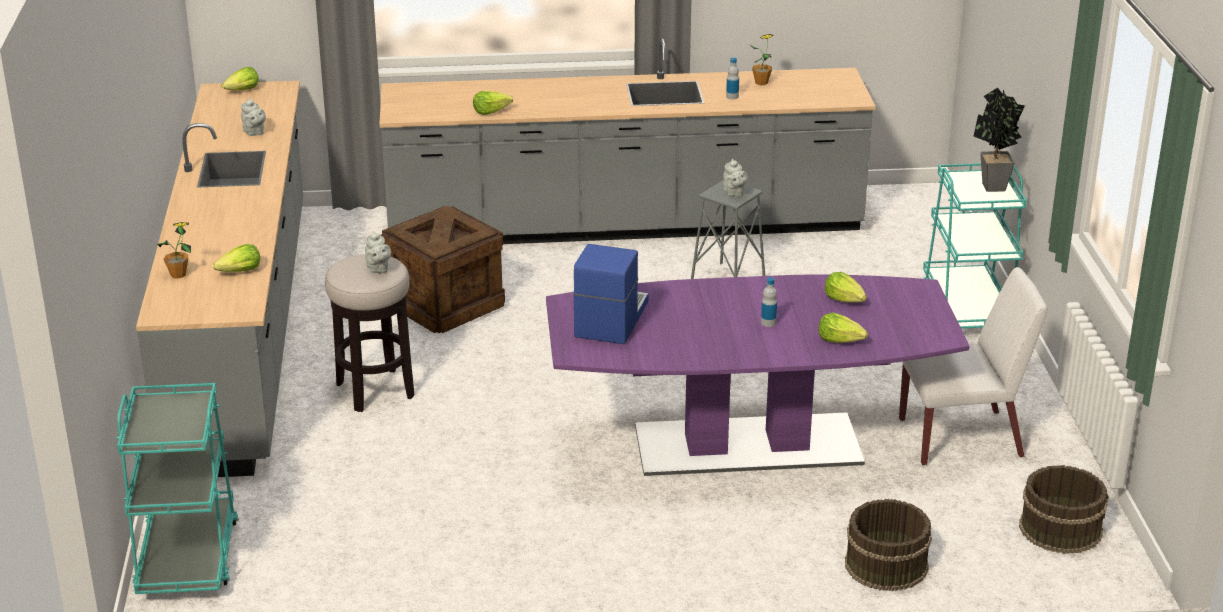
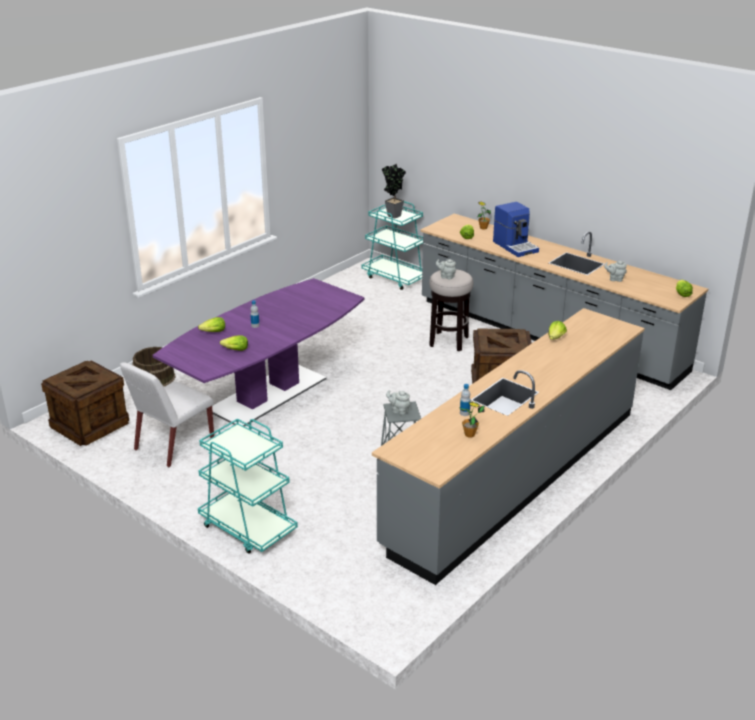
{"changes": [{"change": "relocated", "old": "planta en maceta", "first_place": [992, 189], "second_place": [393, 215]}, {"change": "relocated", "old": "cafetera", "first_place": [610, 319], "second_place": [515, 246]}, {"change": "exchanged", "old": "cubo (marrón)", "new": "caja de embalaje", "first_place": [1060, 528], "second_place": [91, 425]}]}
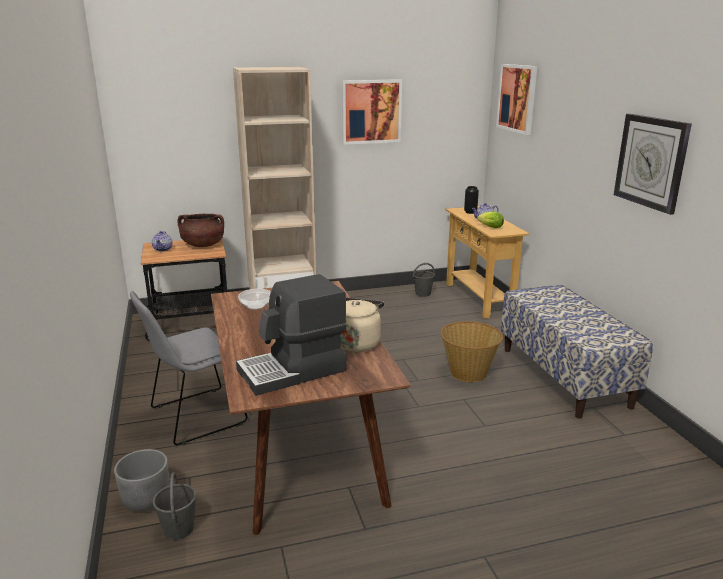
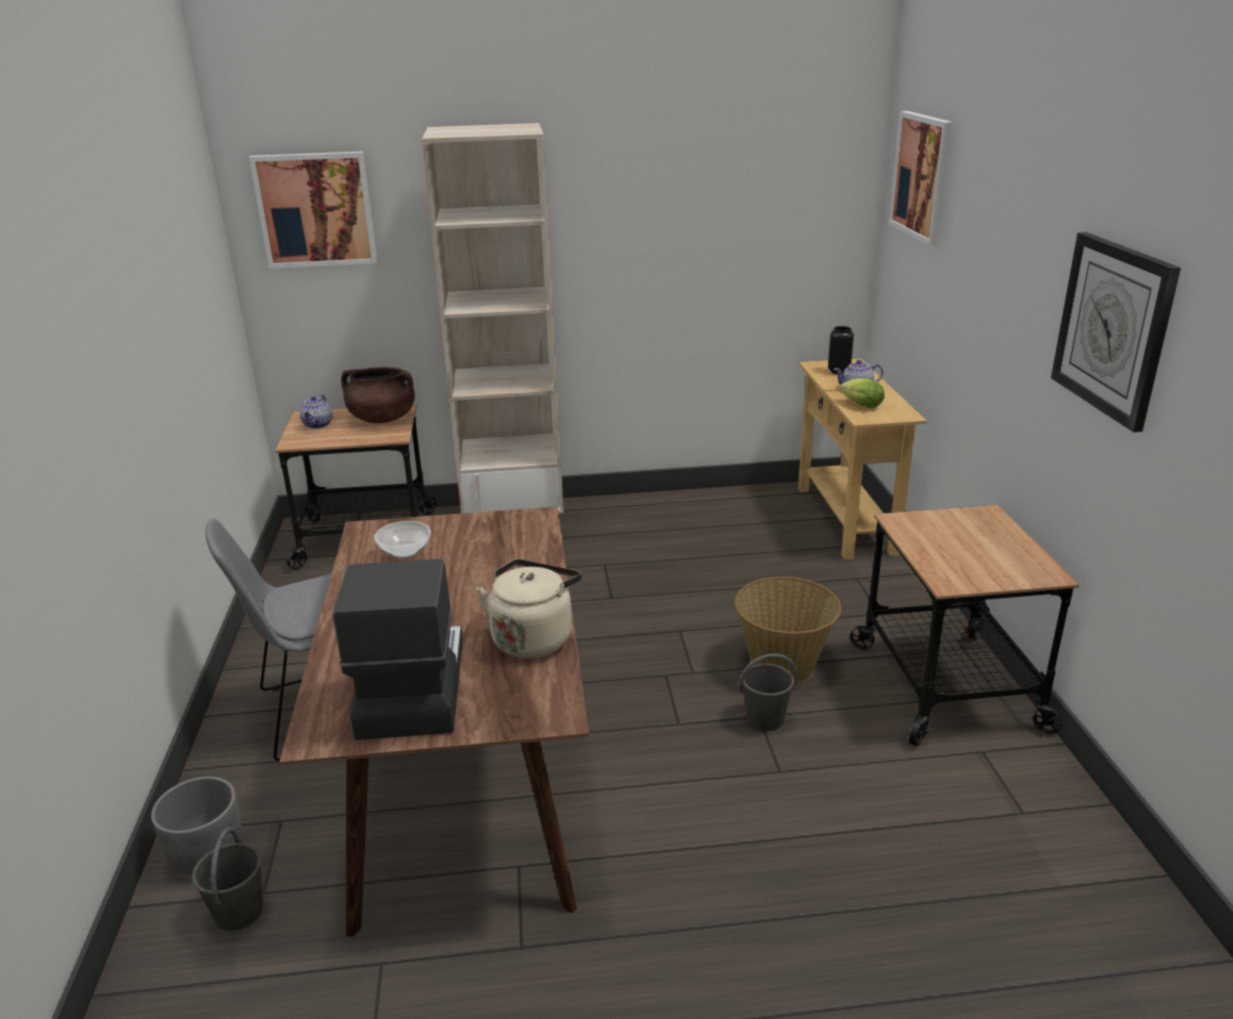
{"changes": [{"change": "relocated", "old": "cuadro", "first_place": [371, 111], "second_place": [315, 210]}, {"change": "relocated", "old": "cubo (gris)", "first_place": [422, 293], "second_place": [764, 719]}, {"change": "spun", "old": "cafetera", "first_place": [293, 371], "second_place": [410, 688], "degrees": 105}, {"change": "exchanged", "old": "banco", "new": "carrito", "first_place": [564, 376], "second_place": [949, 686]}]}
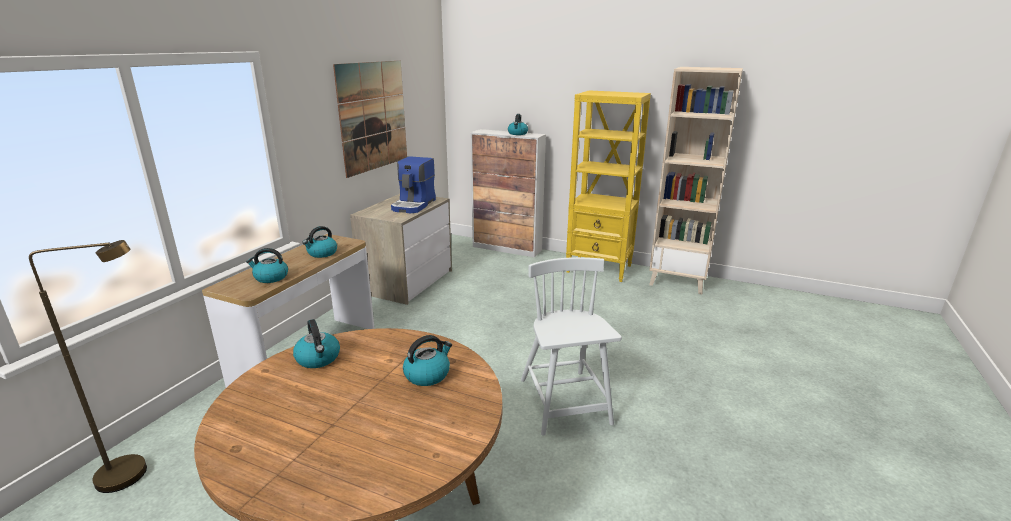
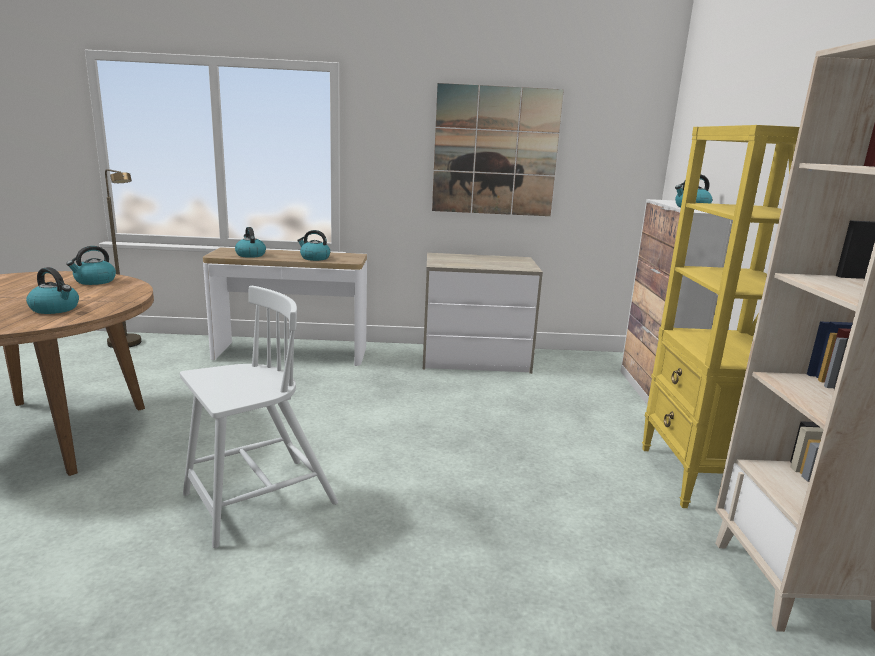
{"changes": [{"change": "missing", "old": "cafetera", "first_place": [414, 205]}]}
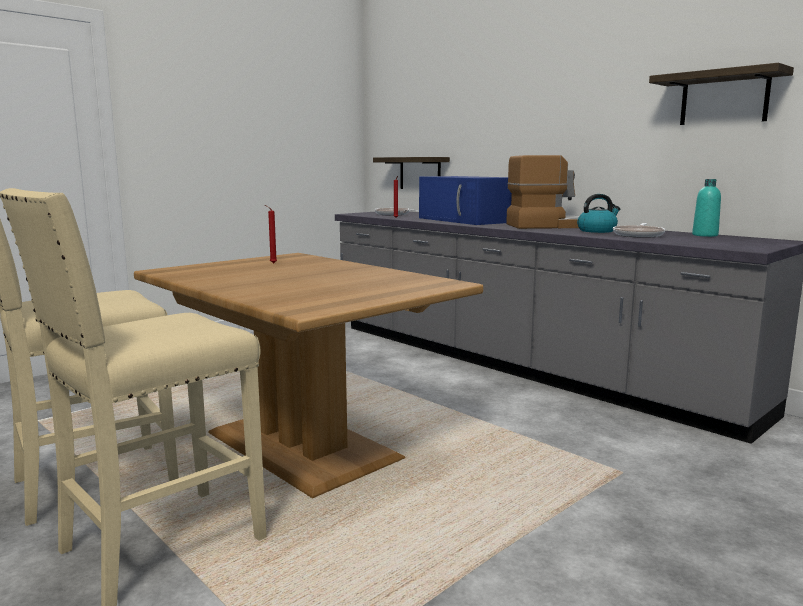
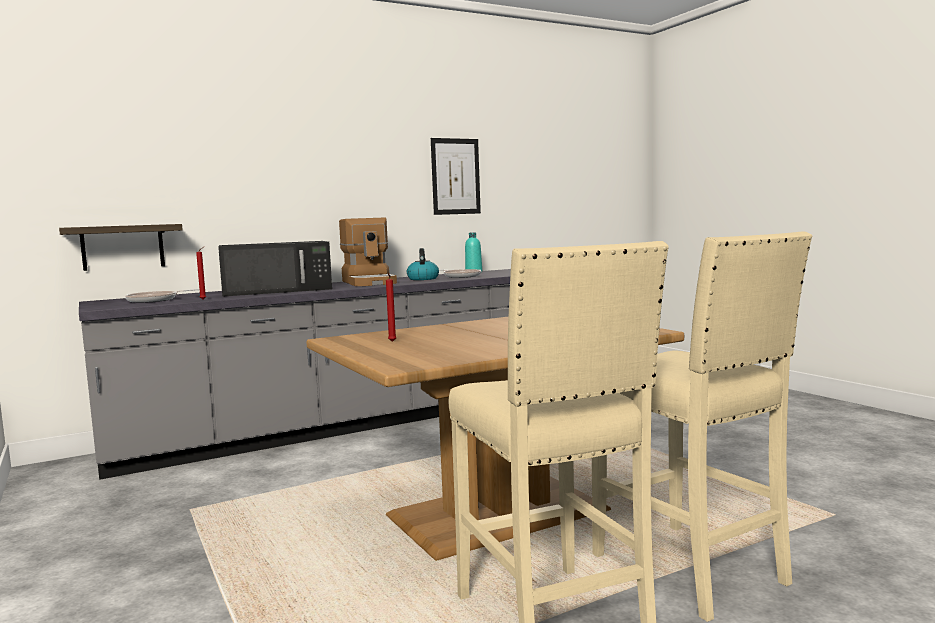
{"changes": [{"change": "exchanged", "old": "estante", "new": "cuadro", "first_place": [724, 98], "second_place": [455, 176]}, {"change": "spun", "old": "cafetera", "first_place": [547, 226], "second_place": [370, 282], "degrees": 150}, {"change": "colour", "old": "microondas (azul)", "new": "microondas (negro)", "first_place": [466, 220], "second_place": [278, 290]}]}
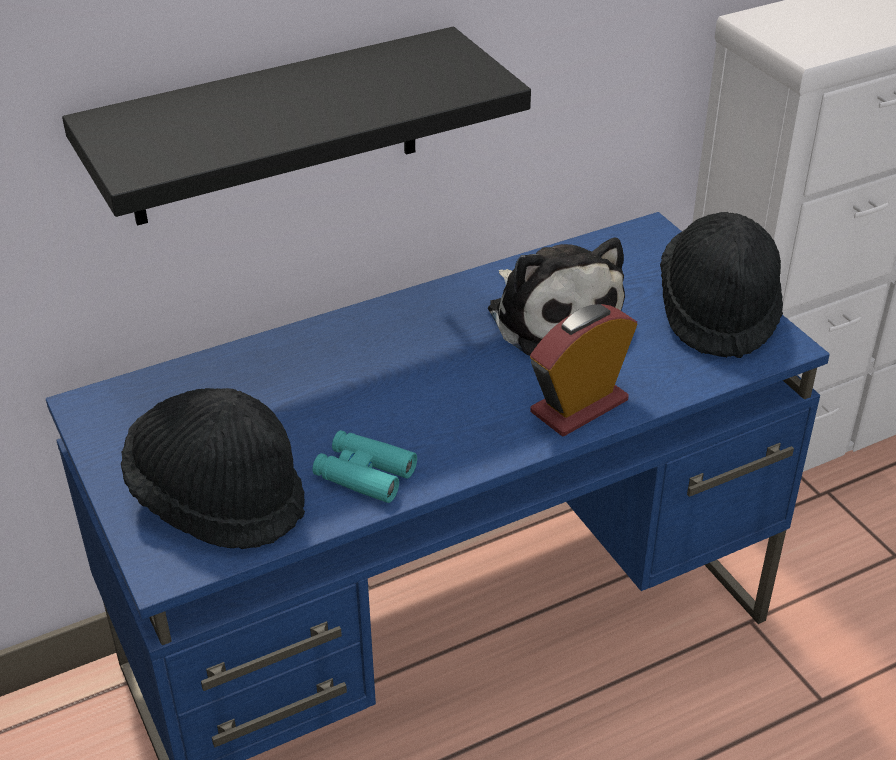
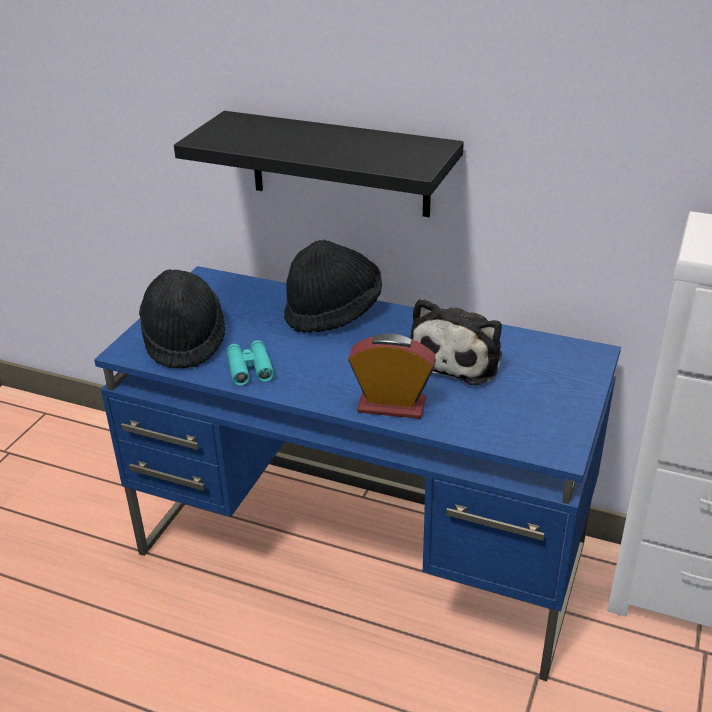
{"changes": [{"change": "relocated", "old": "sombrero (negro)", "first_place": [718, 312], "second_place": [333, 312]}]}
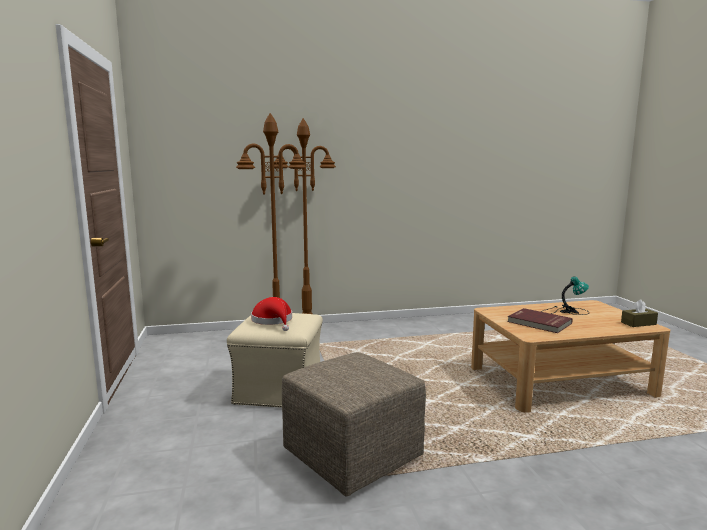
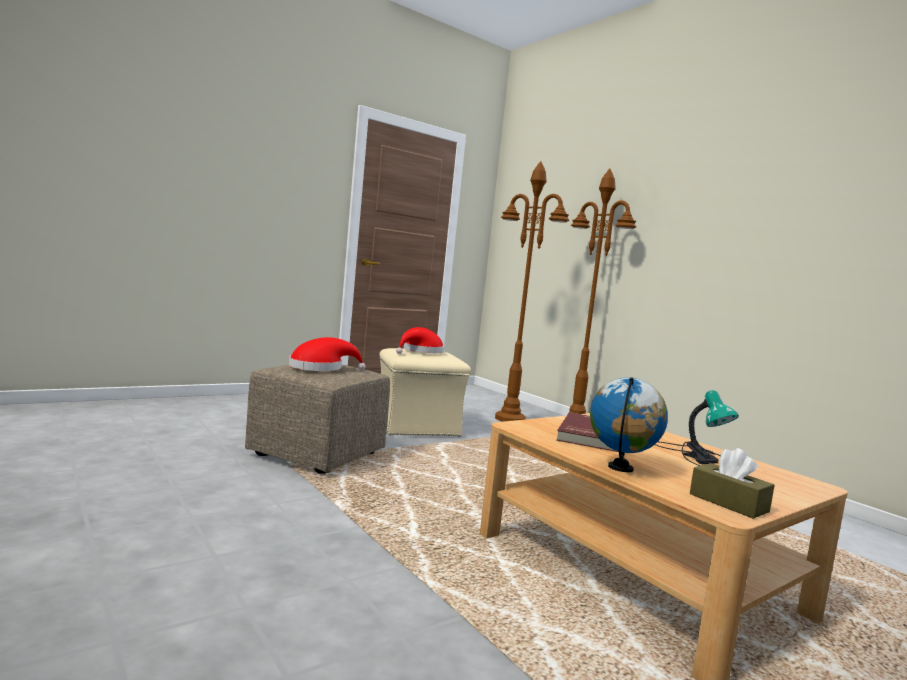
{"changes": [{"change": "appeared", "new": "sombrero (rojo)", "second_place": [320, 368]}, {"change": "appeared", "new": "globo terráqueo", "second_place": [621, 468]}]}
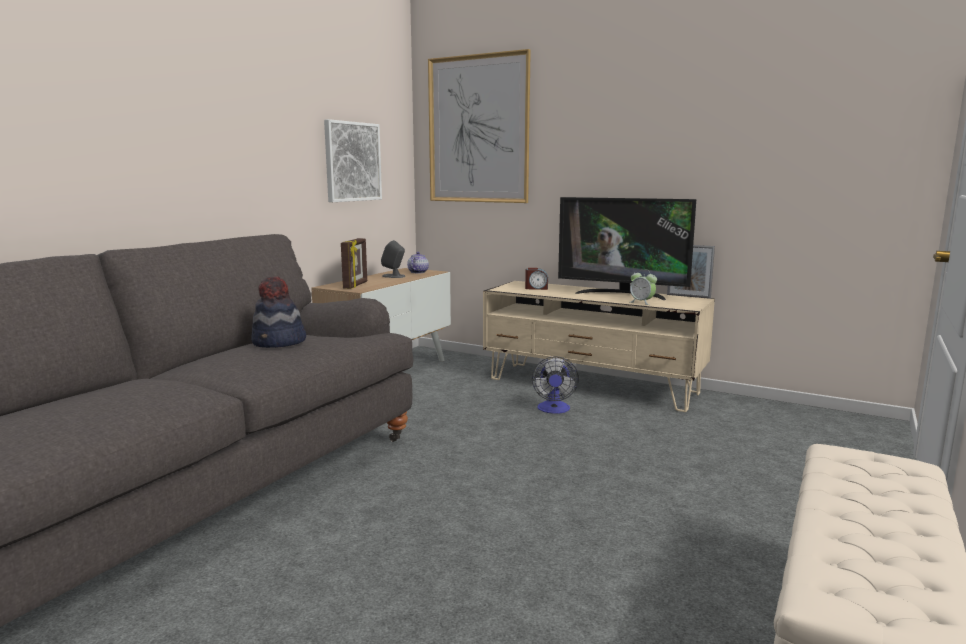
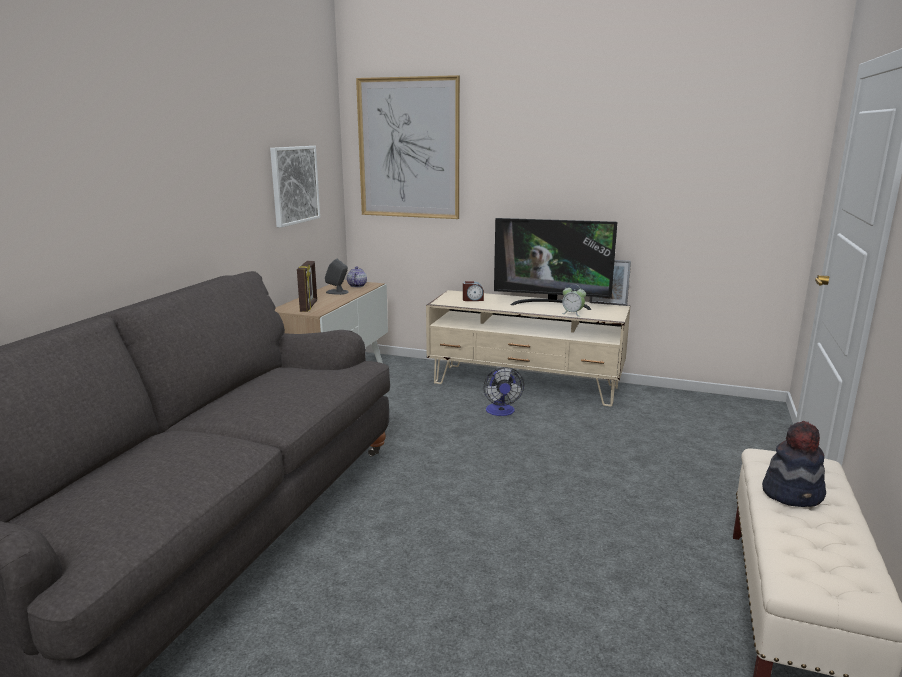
{"changes": [{"change": "relocated", "old": "sombrero", "first_place": [279, 343], "second_place": [793, 493]}]}
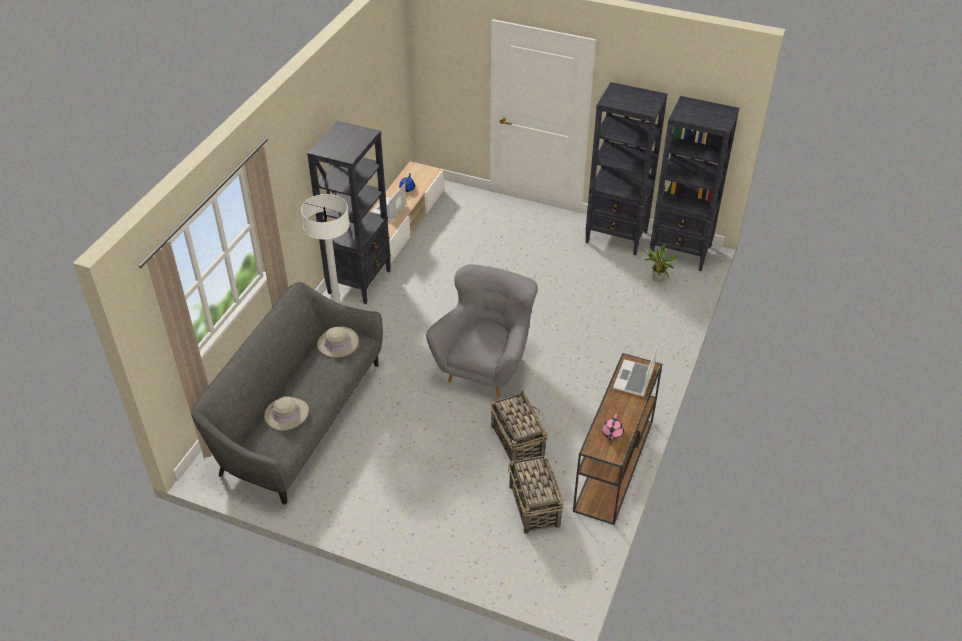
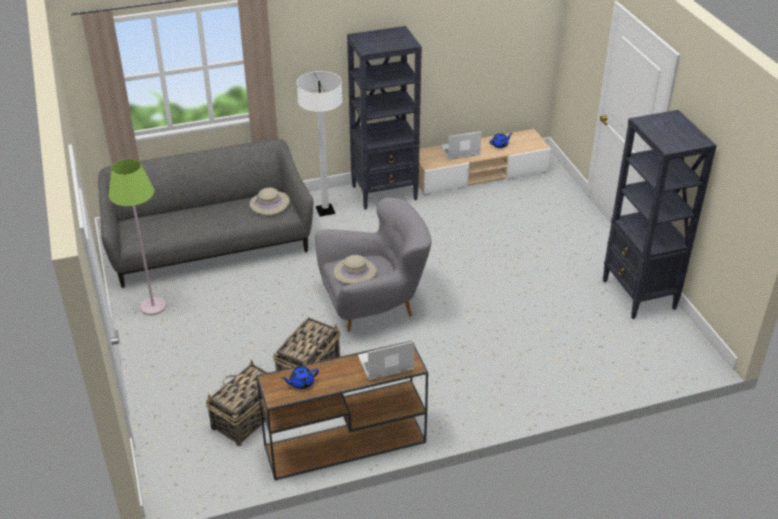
{"changes": [{"change": "missing", "old": "estantería (negro)", "first_place": [680, 252]}, {"change": "missing", "old": "planta en maceta", "first_place": [657, 279]}, {"change": "relocated", "old": "sombrero (beis)", "first_place": [287, 414], "second_place": [355, 272]}, {"change": "colour", "old": "tetera (rosa)", "new": "tetera (azul)", "first_place": [612, 433], "second_place": [301, 383]}, {"change": "appeared", "new": "lámpara de pie (verde)", "second_place": [153, 306]}]}
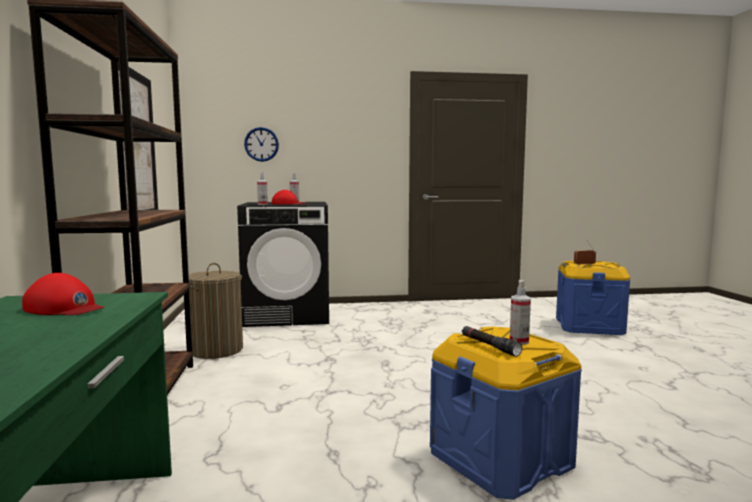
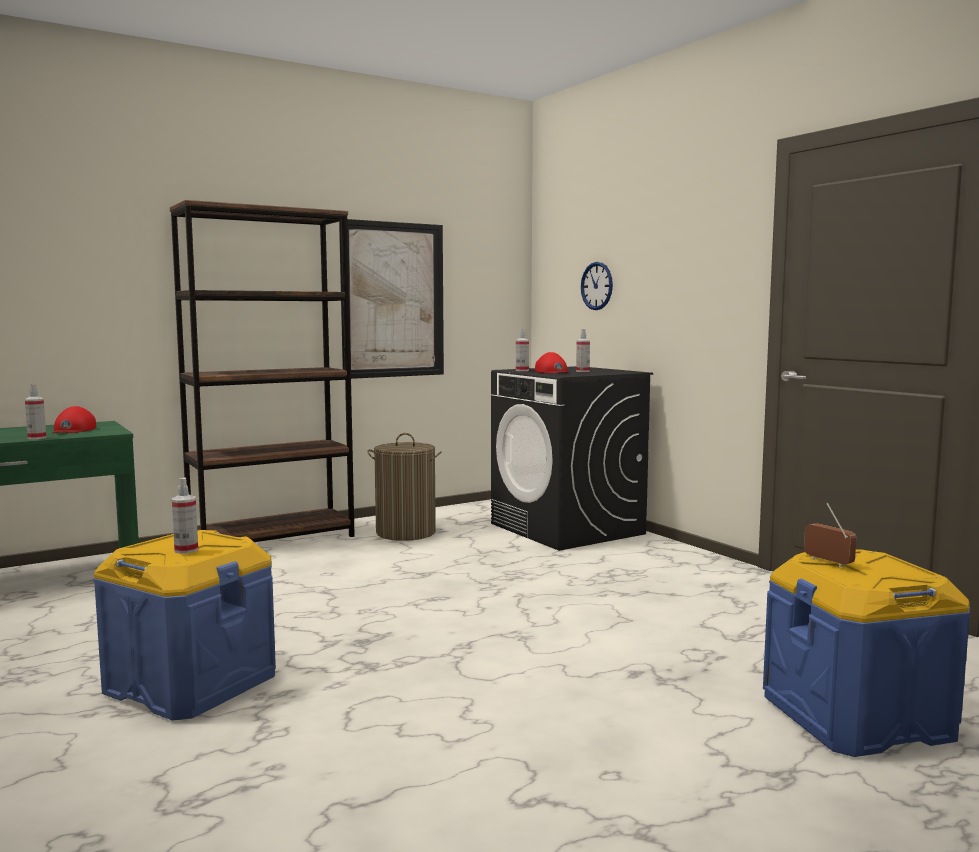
{"changes": [{"change": "missing", "old": "linterna (negro)", "first_place": [489, 346]}, {"change": "appeared", "new": "pulverizador", "second_place": [37, 438]}]}
